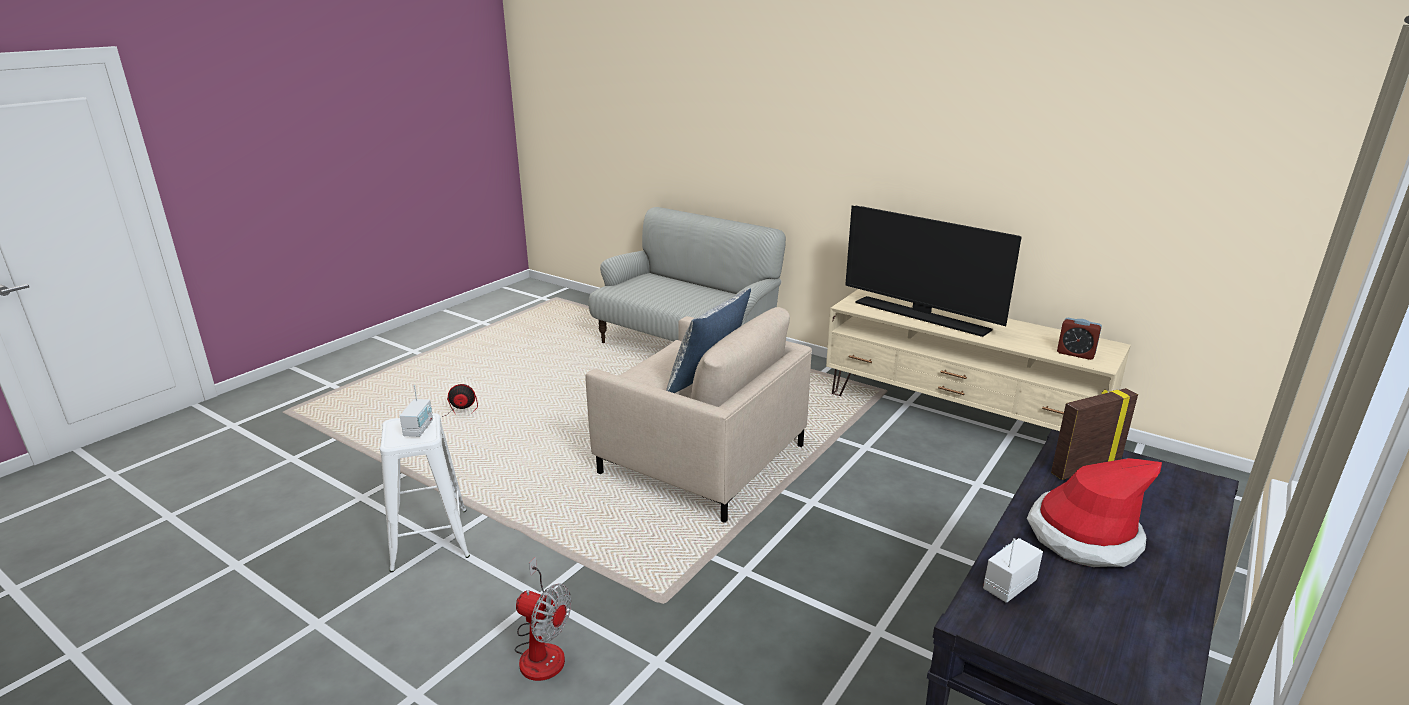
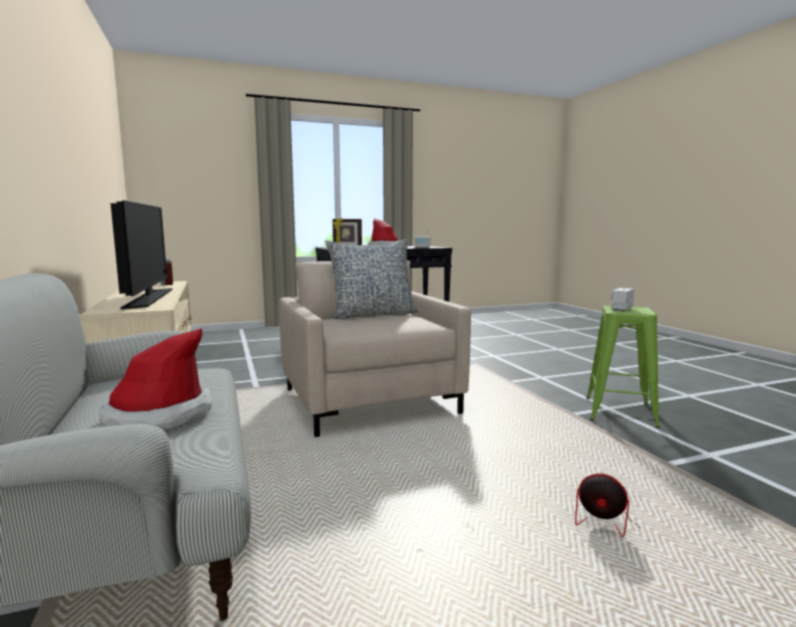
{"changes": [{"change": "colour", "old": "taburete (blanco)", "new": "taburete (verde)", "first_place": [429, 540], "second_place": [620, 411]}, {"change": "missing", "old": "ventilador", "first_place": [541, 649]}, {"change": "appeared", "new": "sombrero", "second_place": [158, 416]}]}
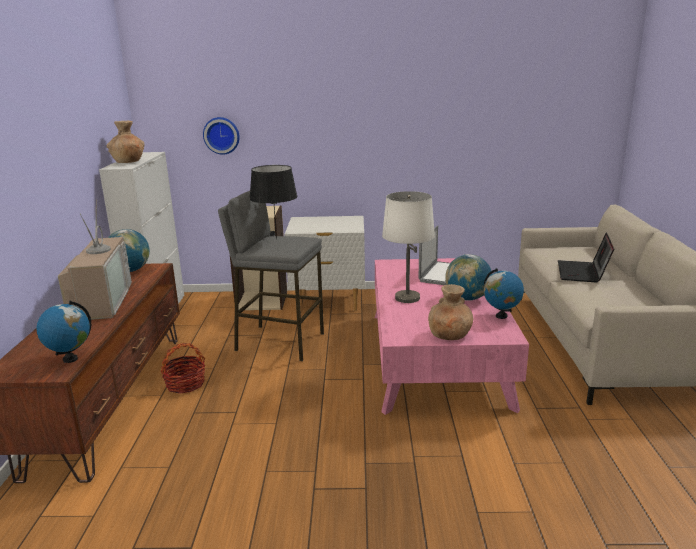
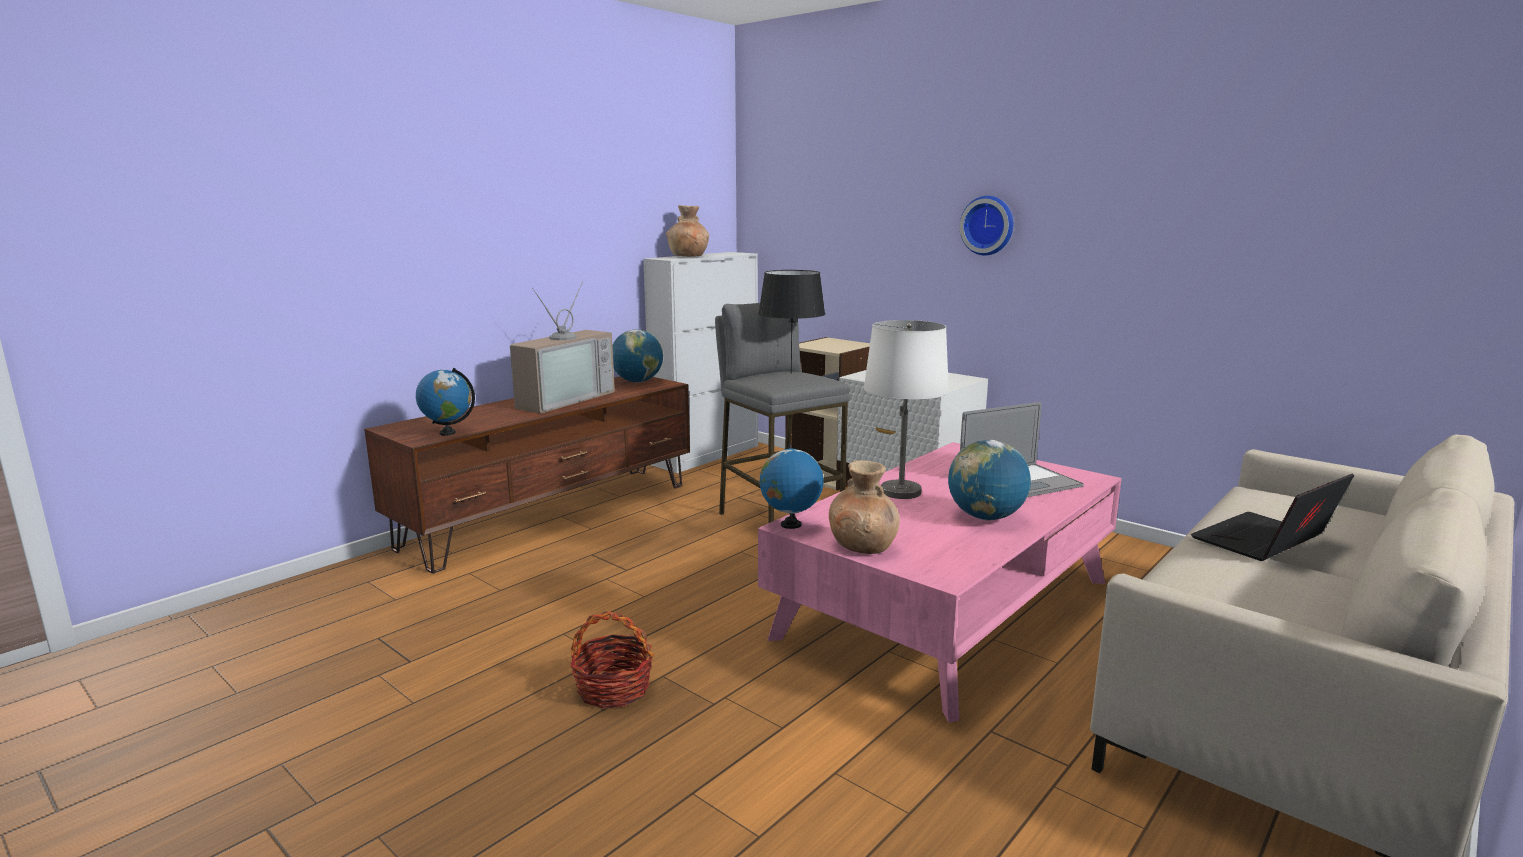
{"changes": [{"change": "relocated", "old": "reloj de pared", "first_place": [222, 135], "second_place": [988, 225]}, {"change": "relocated", "old": "globo terráqueo", "first_place": [501, 316], "second_place": [790, 525]}, {"change": "relocated", "old": "cesta", "first_place": [185, 384], "second_place": [613, 689]}]}
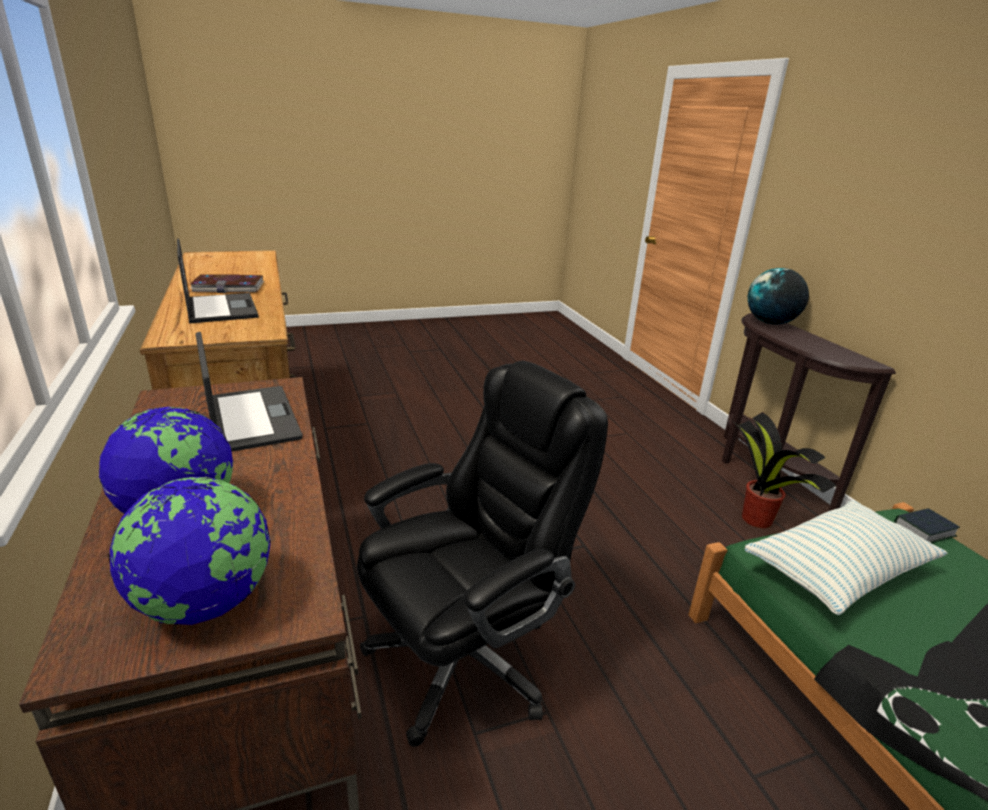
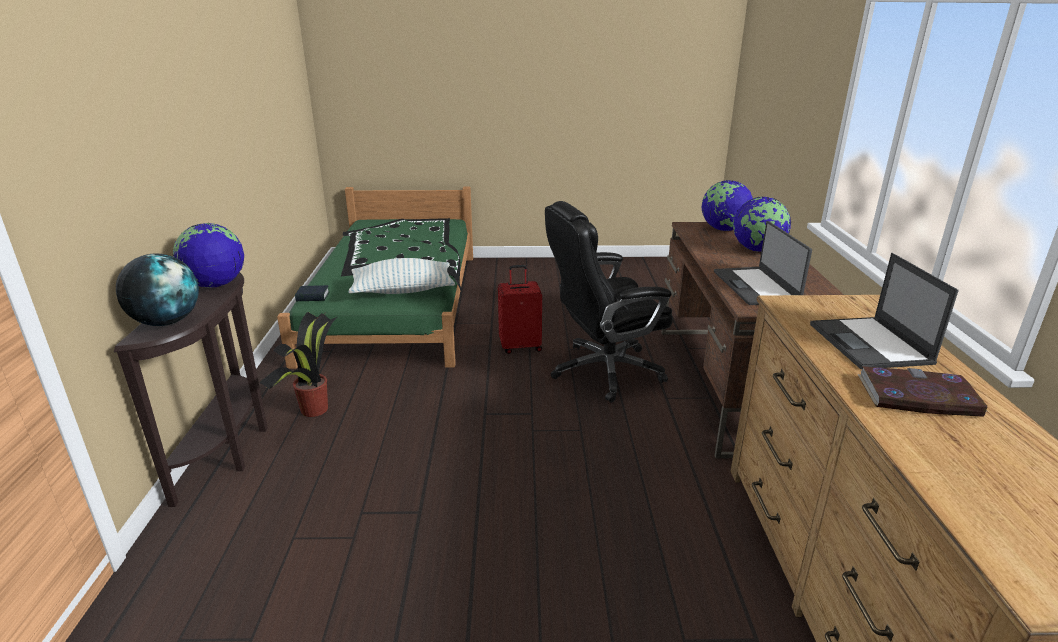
{"changes": [{"change": "appeared", "new": "globo terráqueo", "second_place": [215, 285]}, {"change": "appeared", "new": "maleta (rojo)", "second_place": [520, 346]}]}
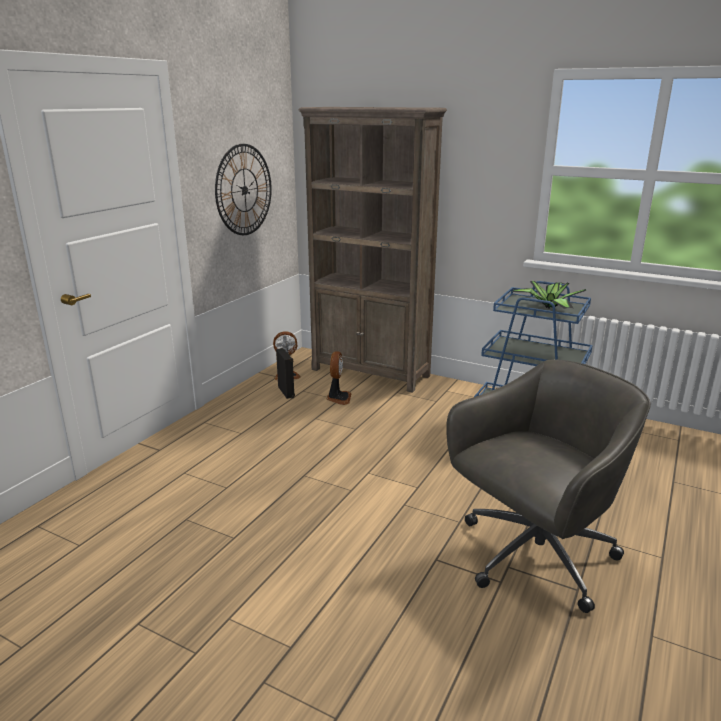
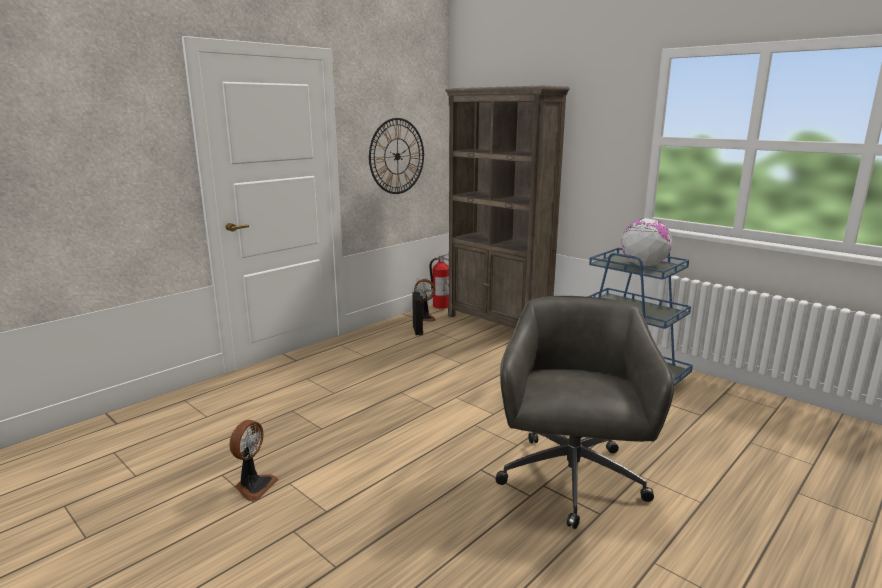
{"changes": [{"change": "exchanged", "old": "planta en maceta", "new": "globo terráqueo", "first_place": [547, 307], "second_place": [643, 265]}, {"change": "relocated", "old": "ventilador", "first_place": [338, 398], "second_place": [254, 486]}, {"change": "spun", "old": "silla de oficina (gris)", "first_place": [533, 557], "second_place": [571, 481], "degrees": -60}, {"change": "appeared", "new": "extintor", "second_place": [440, 306]}]}
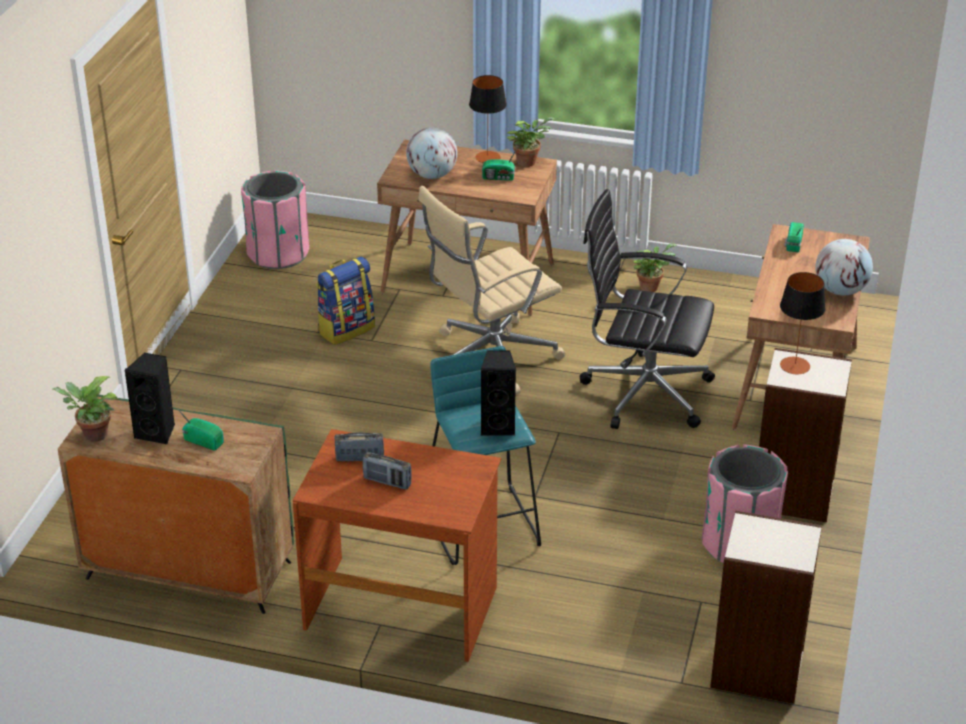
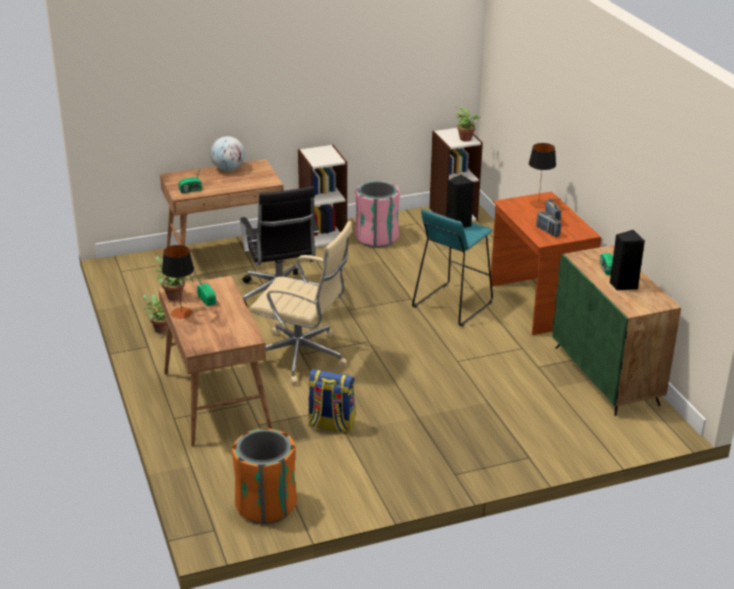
{"changes": [{"change": "missing", "old": "globo terráqueo", "first_place": [432, 175]}, {"change": "colour", "old": "papelera (rosa)", "new": "papelera (naranja)", "first_place": [278, 254], "second_place": [266, 505]}, {"change": "relocated", "old": "lámpara de mesa", "first_place": [795, 365], "second_place": [538, 203]}, {"change": "relocated", "old": "planta en maceta", "first_place": [93, 435], "second_place": [467, 139]}]}
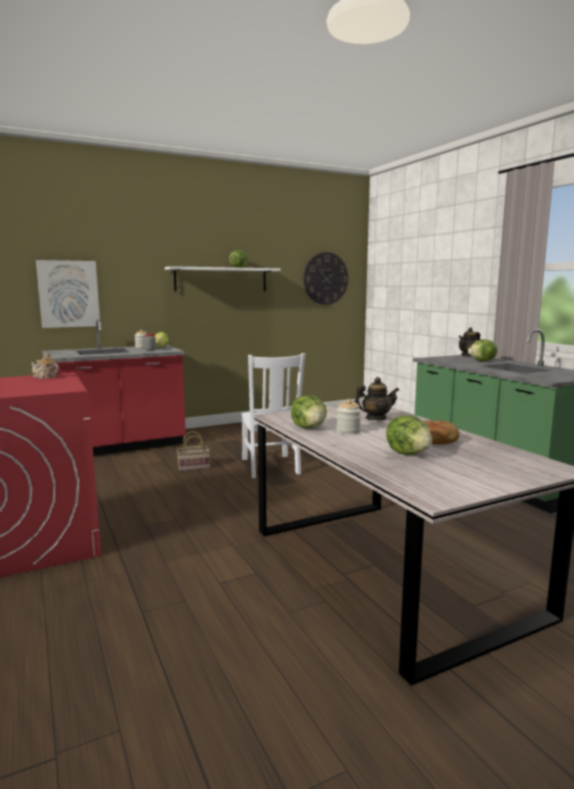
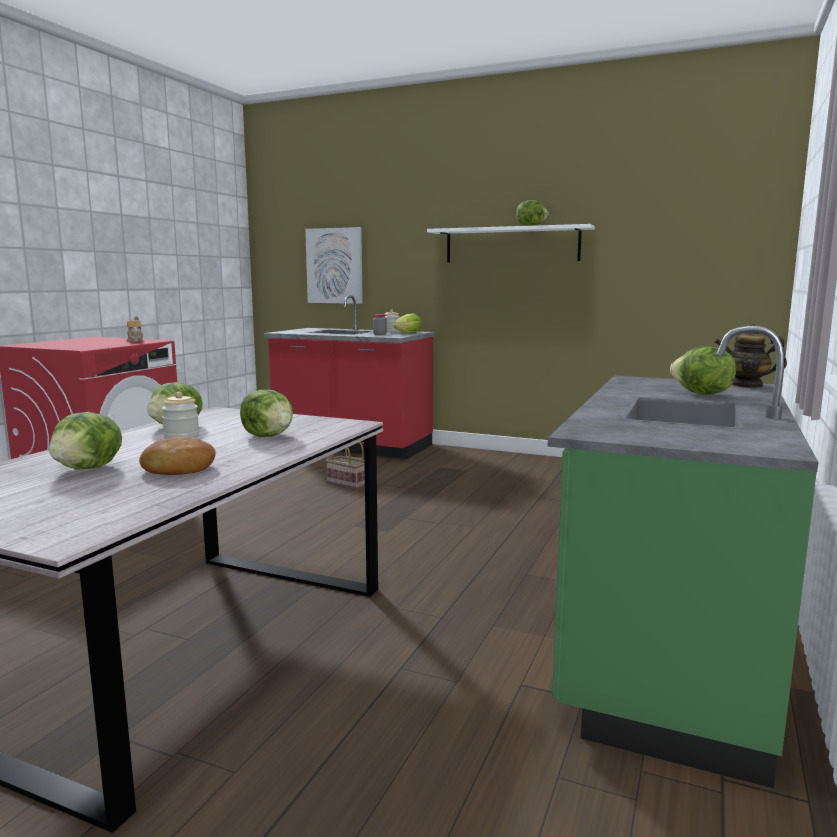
{"changes": [{"change": "missing", "old": "reloj de pared", "first_place": [325, 278]}, {"change": "missing", "old": "silla (blanco)", "first_place": [270, 467]}, {"change": "exchanged", "old": "tetera", "new": "lechuga", "first_place": [375, 418], "second_place": [269, 436]}]}
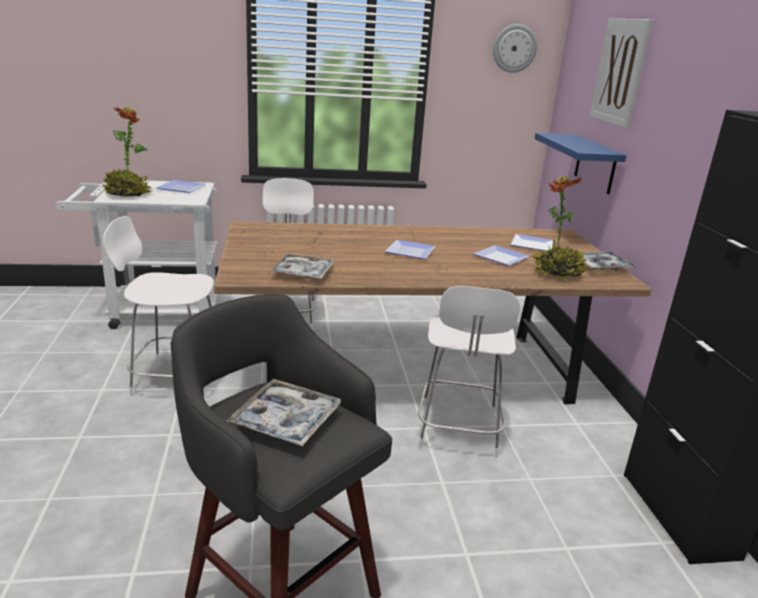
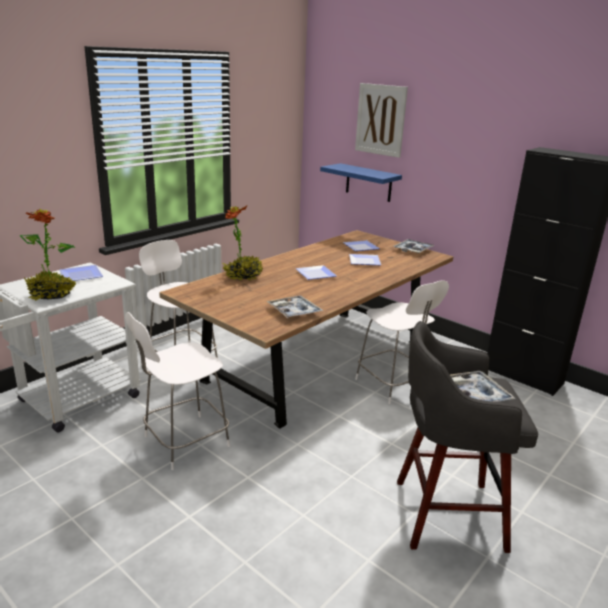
{"changes": [{"change": "missing", "old": "reloj de pared", "first_place": [514, 48]}, {"change": "relocated", "old": "planta en maceta", "first_place": [556, 273], "second_place": [243, 276]}]}
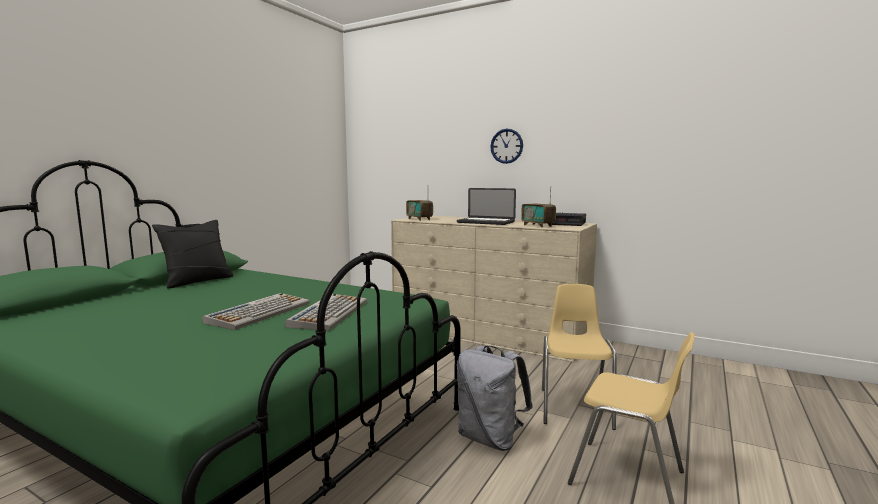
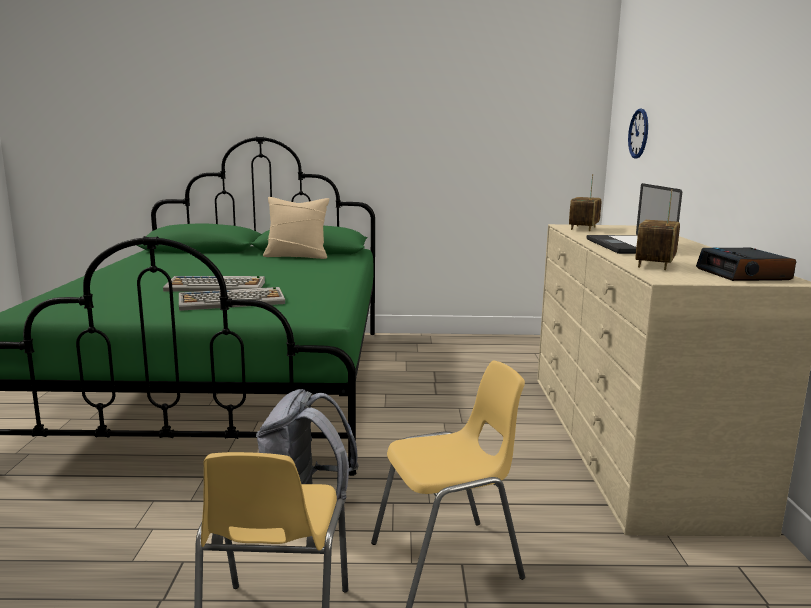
{"changes": [{"change": "relocated", "old": "reloj de pared", "first_place": [506, 146], "second_place": [638, 133]}, {"change": "colour", "old": "cojín (negro)", "new": "cojín (beis)", "first_place": [197, 281], "second_place": [297, 256]}]}
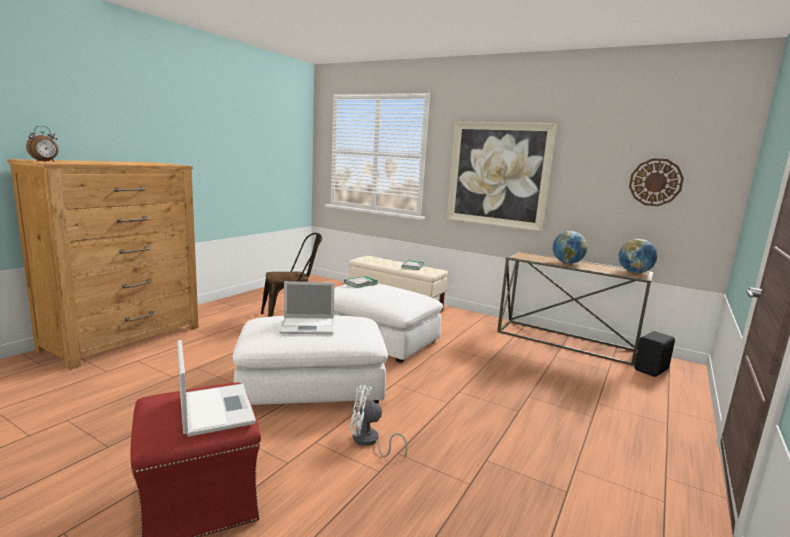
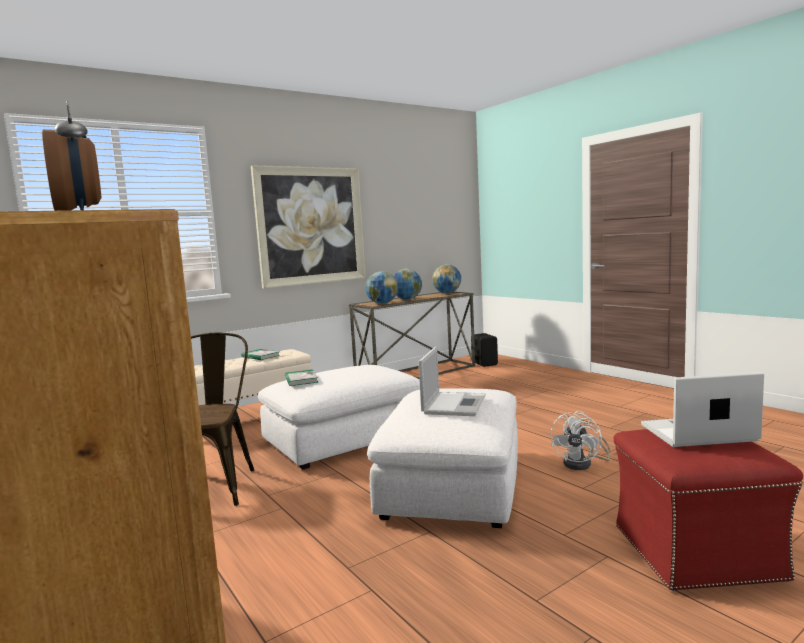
{"changes": [{"change": "missing", "old": "reloj de pared", "first_place": [655, 182]}, {"change": "appeared", "new": "globo terráqueo", "second_place": [382, 303]}]}
